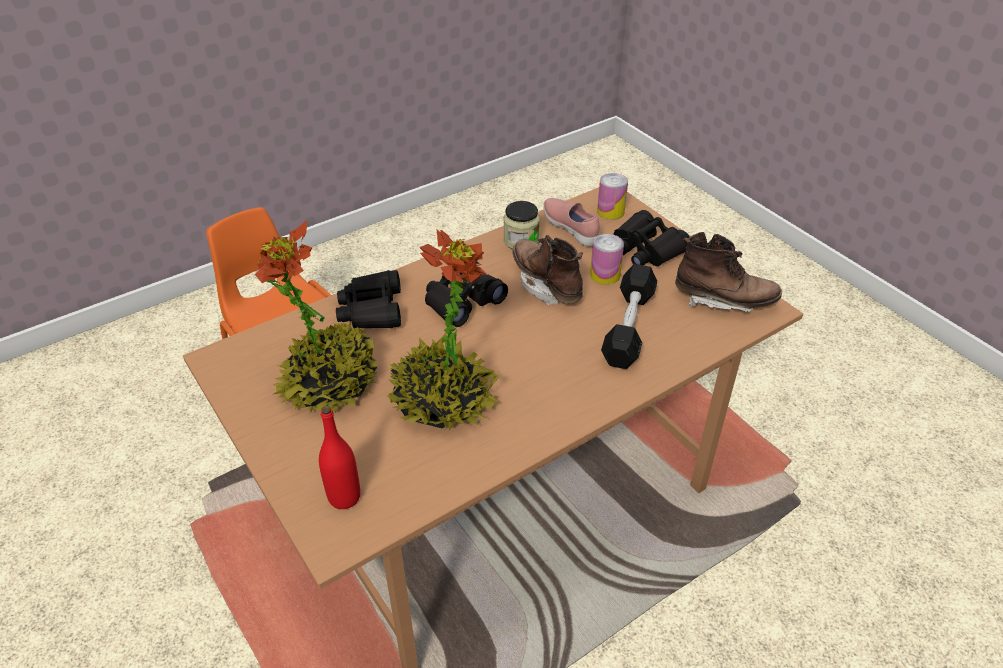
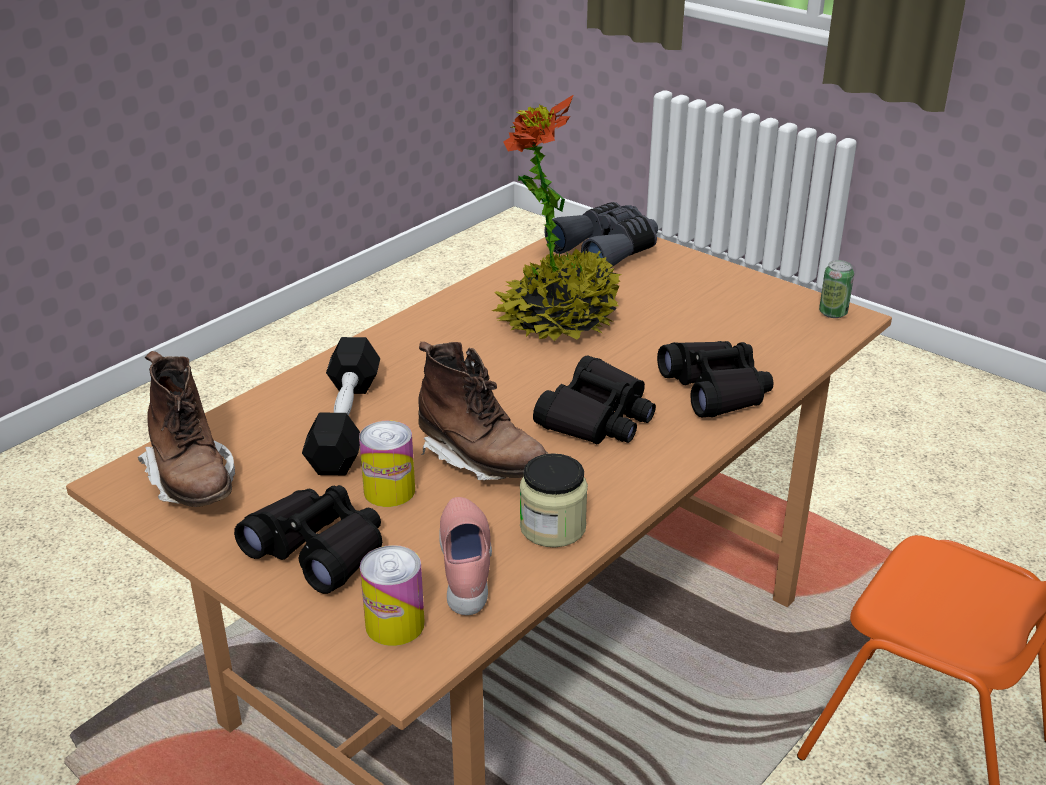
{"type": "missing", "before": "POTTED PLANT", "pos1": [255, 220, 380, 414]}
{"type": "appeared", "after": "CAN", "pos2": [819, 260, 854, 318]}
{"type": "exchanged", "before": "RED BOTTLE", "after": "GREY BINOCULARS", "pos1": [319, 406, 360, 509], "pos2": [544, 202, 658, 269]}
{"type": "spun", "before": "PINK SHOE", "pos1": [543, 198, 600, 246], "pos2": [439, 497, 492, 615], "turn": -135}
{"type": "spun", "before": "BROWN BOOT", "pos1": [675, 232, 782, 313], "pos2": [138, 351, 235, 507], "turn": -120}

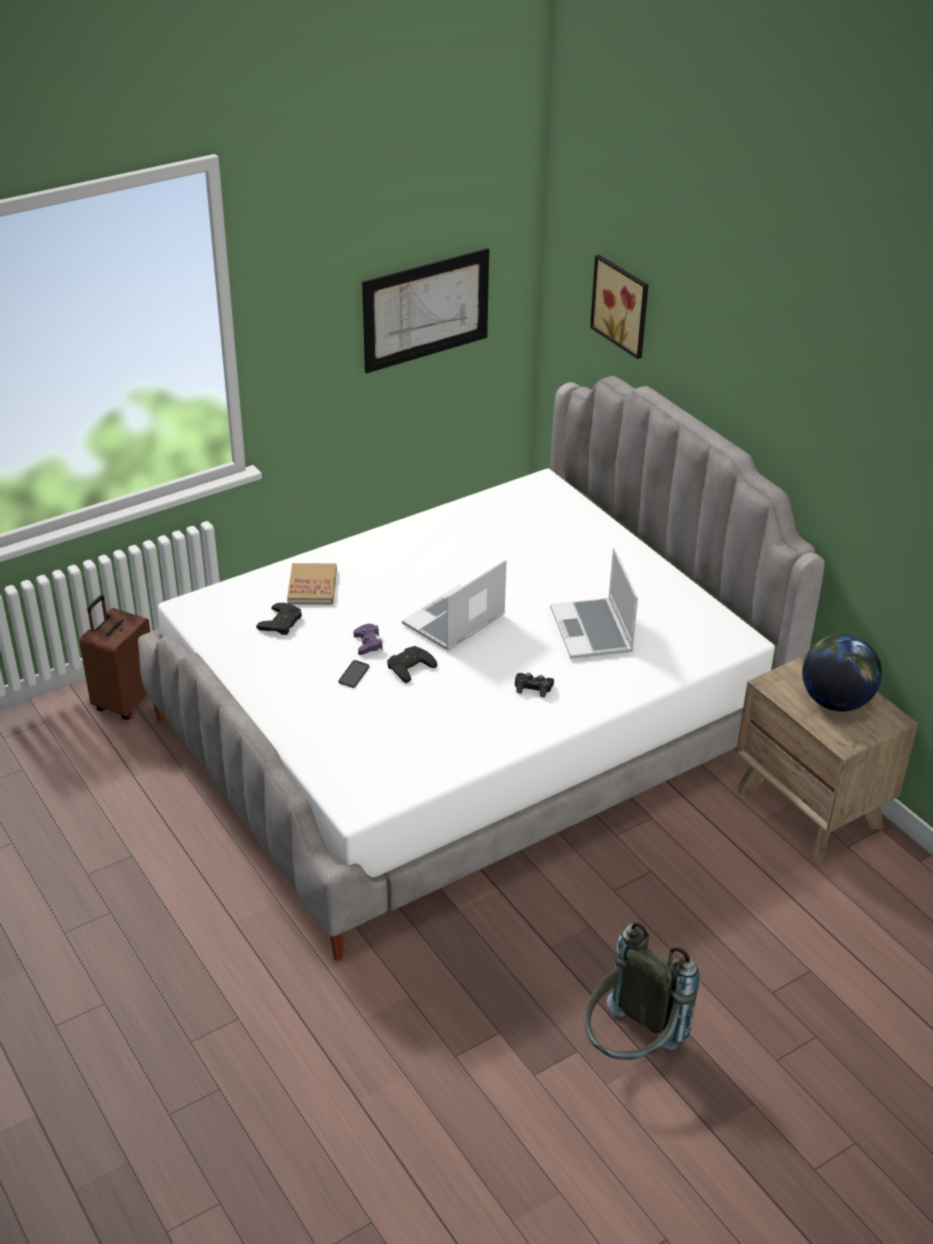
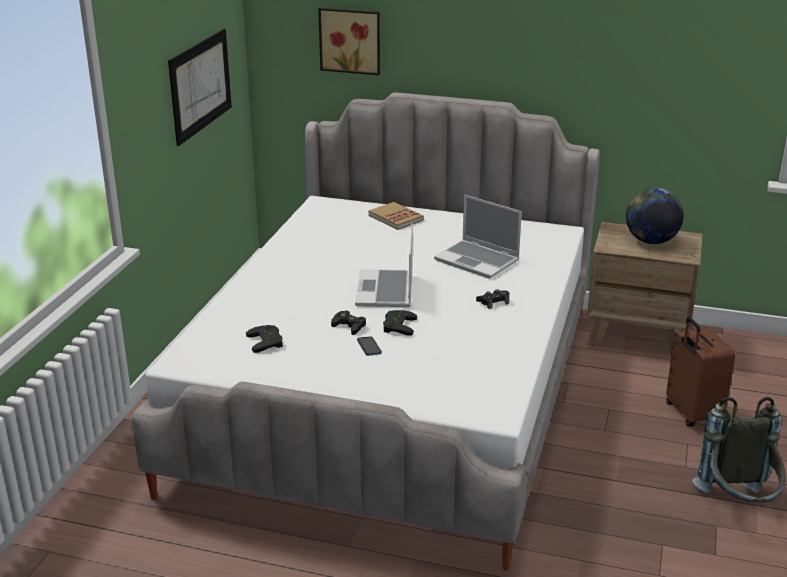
{"type": "relocated", "before": "BROWN SUITCASE", "pos1": [79, 595, 150, 720], "pos2": [666, 317, 736, 427]}
{"type": "relocated", "before": "BOOK", "pos1": [287, 563, 337, 605], "pos2": [369, 202, 424, 230]}
{"type": "colour", "before": "PURPLE GAME CONTROLLER", "after": "BLACK GAME CONTROLLER", "pos1": [354, 624, 383, 655], "pos2": [331, 311, 366, 335]}

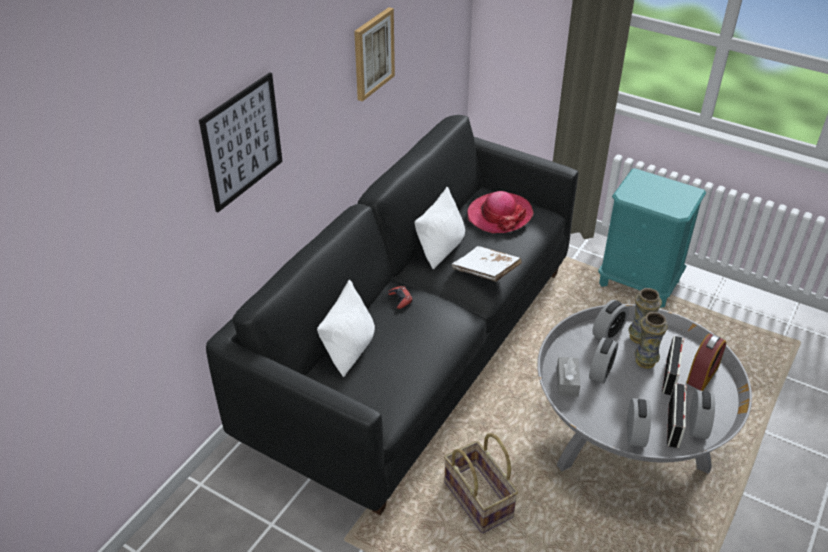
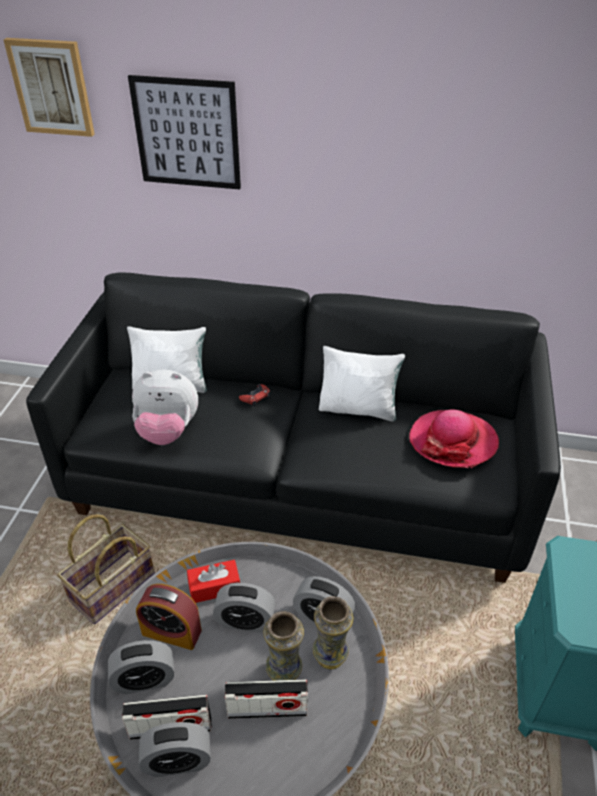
{"type": "missing", "before": "WHITE BOOK", "pos1": [452, 246, 522, 282]}
{"type": "appeared", "after": "PLUSH TOY", "pos2": [132, 369, 198, 445]}
{"type": "relocated", "before": "PICTURE", "pos1": [354, 7, 395, 102], "pos2": [4, 38, 95, 137]}
{"type": "relocated", "before": "ALARM CLOCK", "pos1": [686, 334, 726, 391], "pos2": [136, 584, 202, 650]}
{"type": "colour", "before": "GREY TISSUE BOX", "after": "RED TISSUE BOX", "pos1": [557, 357, 580, 397], "pos2": [187, 560, 240, 603]}

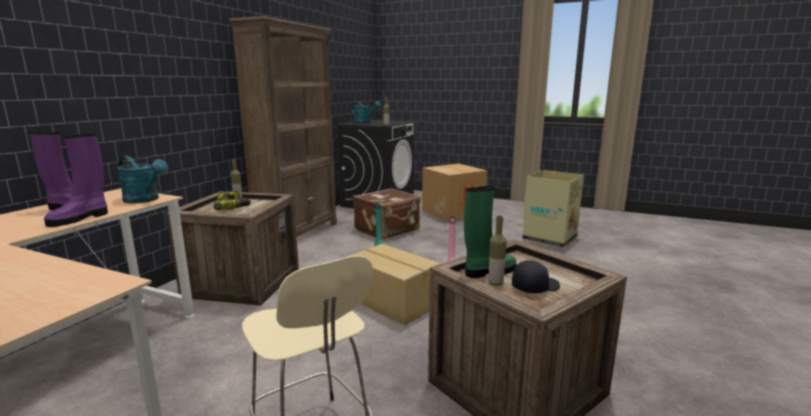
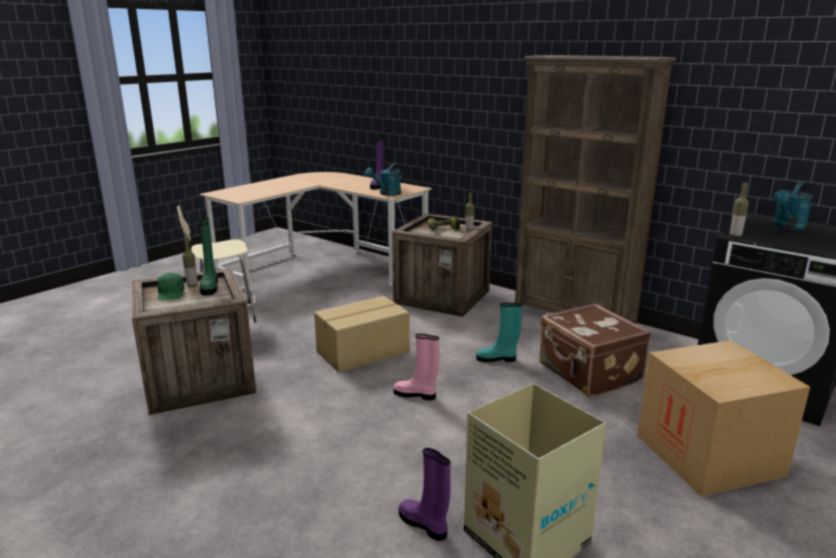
{"type": "relocated", "before": "PURPLE BOOT", "pos1": [44, 133, 108, 227], "pos2": [399, 448, 451, 541]}
{"type": "colour", "before": "BLACK CAP", "after": "GREEN CAP", "pos1": [512, 260, 560, 293], "pos2": [157, 272, 184, 300]}

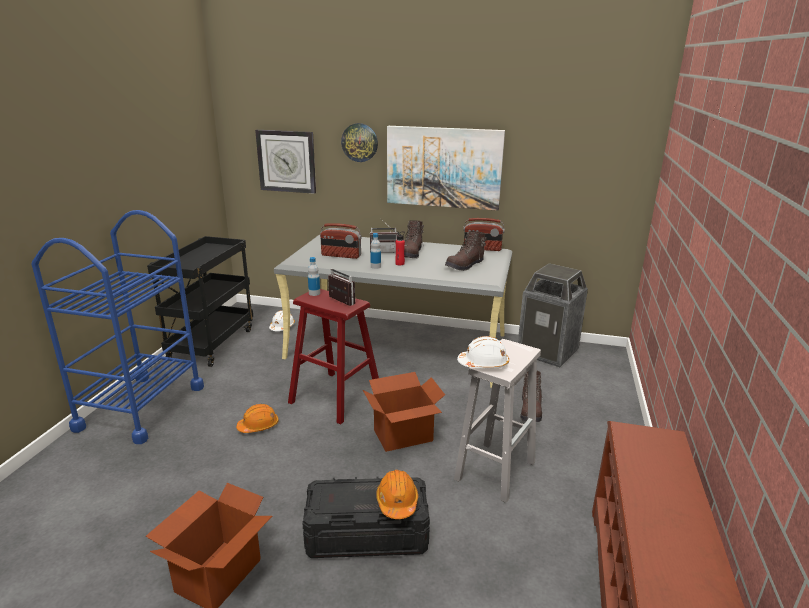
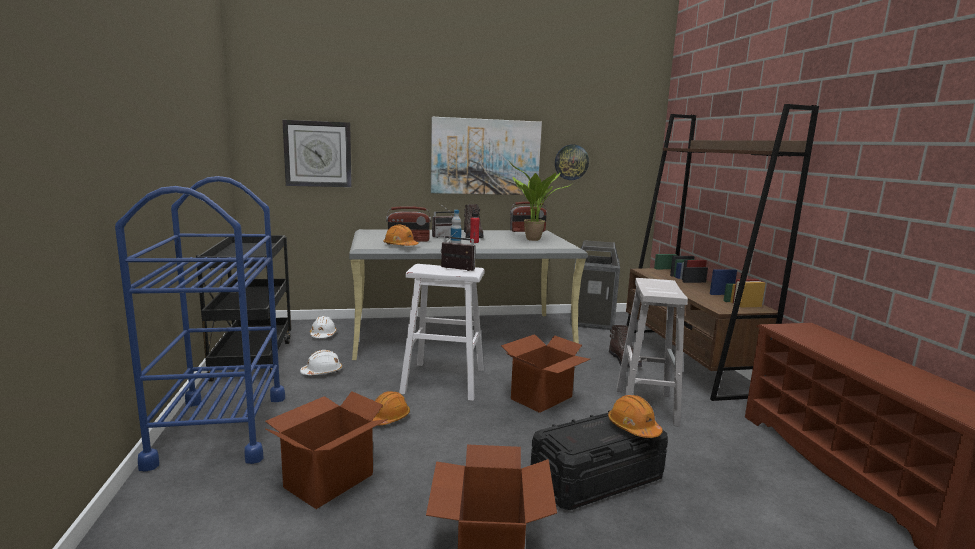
{"type": "missing", "before": "BOTTLE", "pos1": [308, 257, 320, 296]}
{"type": "appeared", "after": "CARDBOARD BOX", "pos2": [265, 391, 388, 509]}
{"type": "appeared", "after": "ORANGE HARD HAT", "pos2": [383, 225, 419, 246]}
{"type": "appeared", "after": "BROWN BOOKCASE", "pos2": [626, 104, 819, 401]}
{"type": "relocated", "before": "WALL CLOCK", "pos1": [341, 123, 378, 162], "pos2": [555, 144, 589, 180]}
{"type": "relocated", "before": "WHITE HARD HAT", "pos1": [457, 336, 509, 369], "pos2": [300, 350, 342, 375]}
{"type": "exchanged", "before": "BROWN BOOT", "after": "POTTED PLANT", "pos1": [445, 231, 487, 271], "pos2": [509, 161, 572, 241]}
{"type": "colour", "before": "RED STOOL", "after": "WHITE STOOL", "pos1": [288, 289, 379, 424], "pos2": [399, 264, 485, 401]}

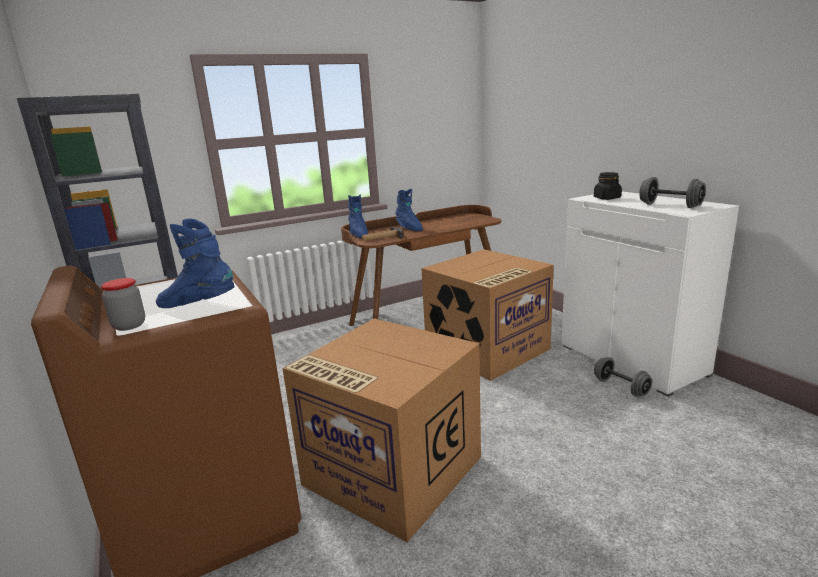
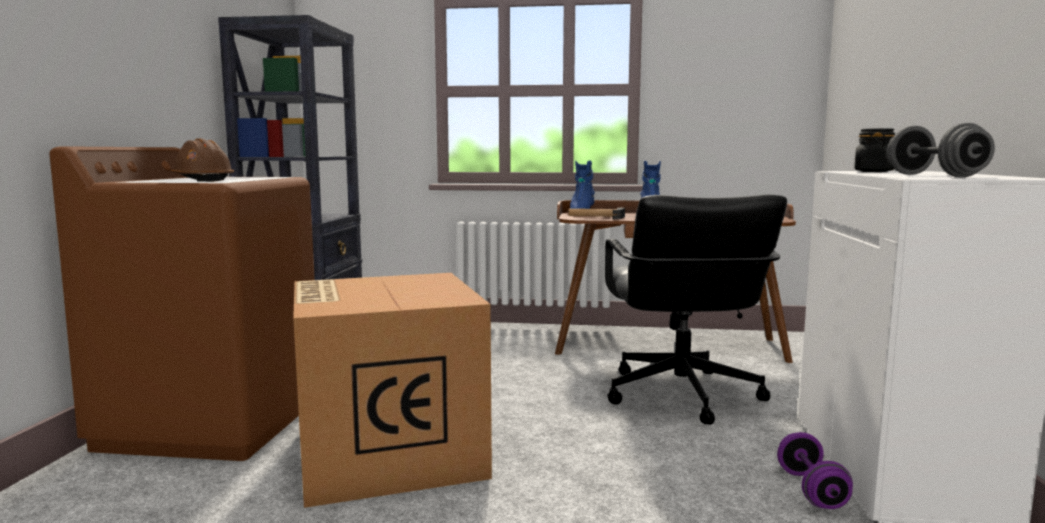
{"type": "missing", "before": "JAR", "pos1": [101, 278, 145, 331]}
{"type": "exchanged", "before": "BLUE BOOT", "after": "BROWN HARD HAT", "pos1": [156, 219, 234, 308], "pos2": [171, 138, 234, 182]}
{"type": "exchanged", "before": "CARDBOARD BOX", "after": "BLACK OFFICE CHAIR", "pos1": [421, 249, 554, 381], "pos2": [605, 194, 787, 425]}
{"type": "colour", "before": "GREY DUMBBELL", "after": "PURPLE DUMBBELL", "pos1": [594, 357, 652, 397], "pos2": [777, 432, 853, 509]}

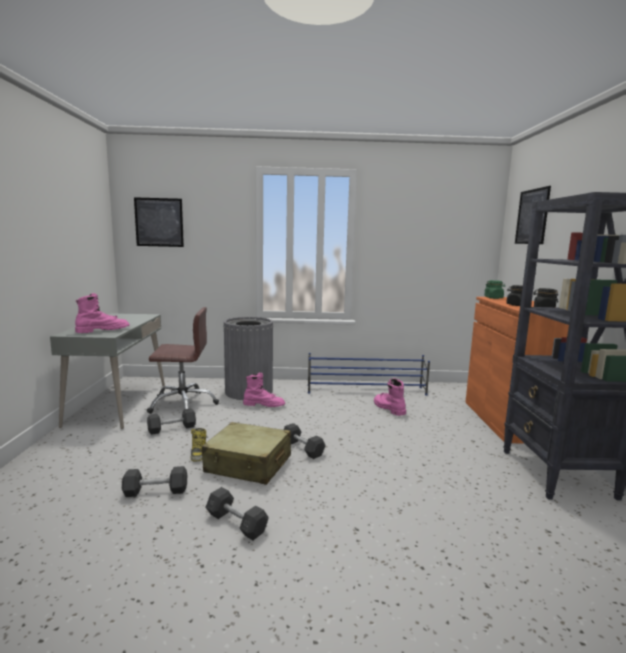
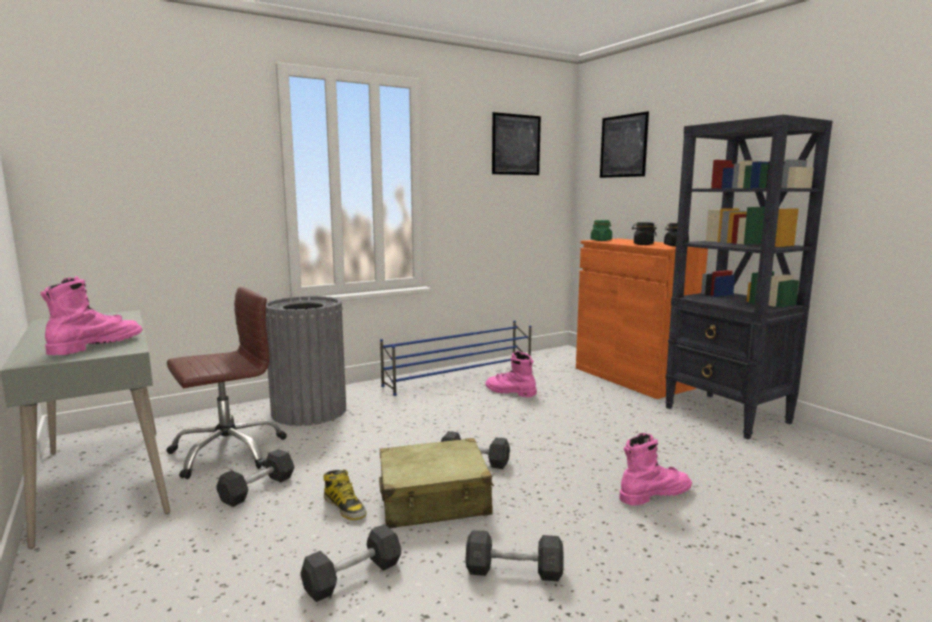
{"type": "relocated", "before": "PICTURE", "pos1": [134, 197, 184, 247], "pos2": [492, 112, 541, 175]}
{"type": "relocated", "before": "PINK BOOT", "pos1": [243, 372, 285, 407], "pos2": [619, 433, 692, 506]}

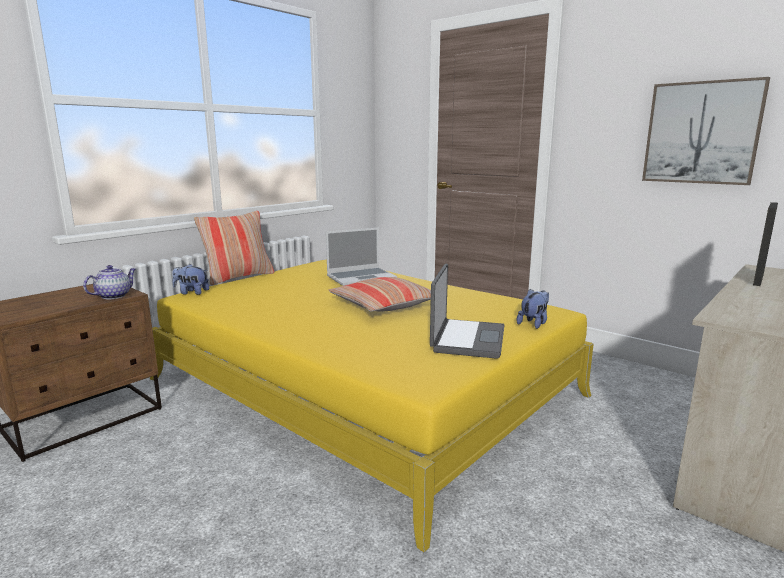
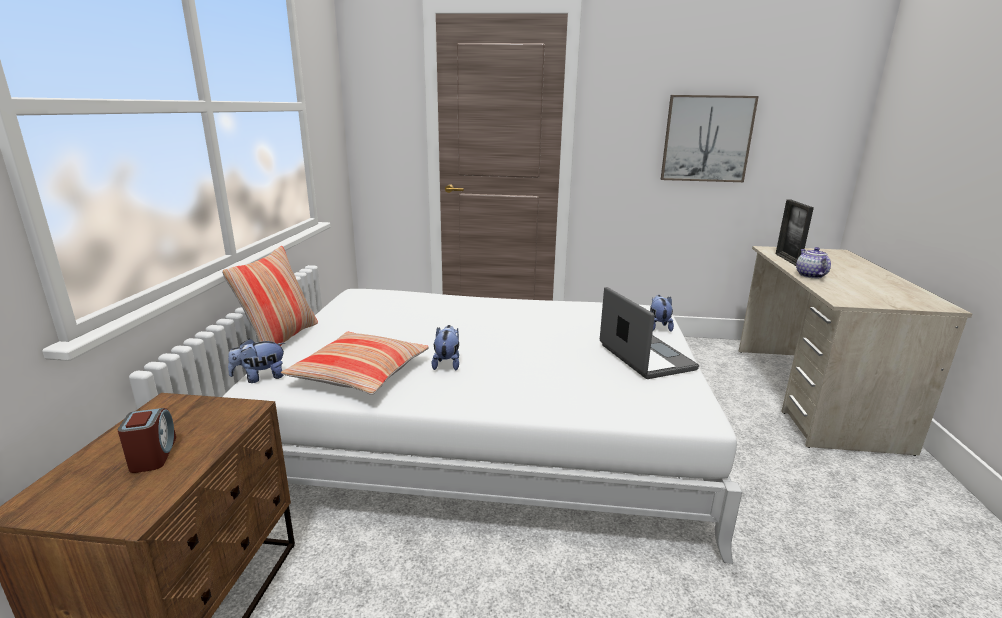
{"type": "missing", "before": "LAPTOP", "pos1": [326, 228, 397, 286]}
{"type": "appeared", "after": "ALARM CLOCK", "pos2": [118, 408, 176, 473]}
{"type": "appeared", "after": "PLUSH TOY", "pos2": [431, 325, 459, 371]}
{"type": "relocated", "before": "TEAPOT", "pos1": [83, 265, 136, 299], "pos2": [796, 247, 831, 278]}
{"type": "relocated", "before": "PILLOW", "pos1": [329, 277, 431, 312], "pos2": [281, 332, 429, 395]}
{"type": "colour", "before": "YELLOW BED", "after": "WHITE BED", "pos1": [150, 260, 594, 552], "pos2": [223, 289, 742, 564]}

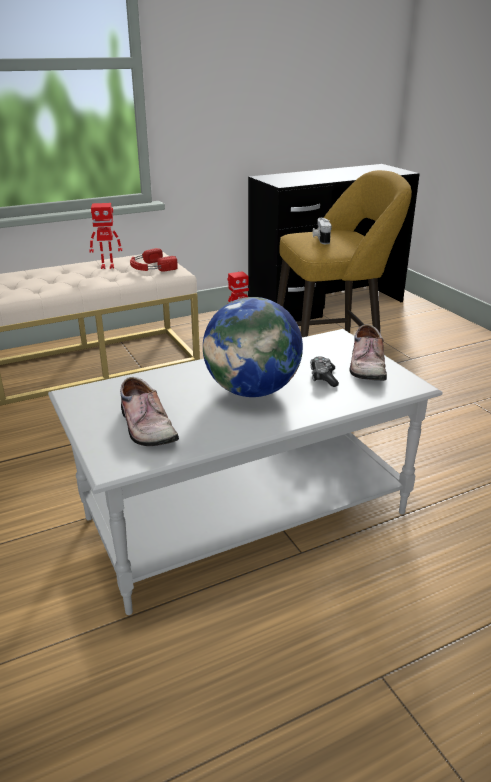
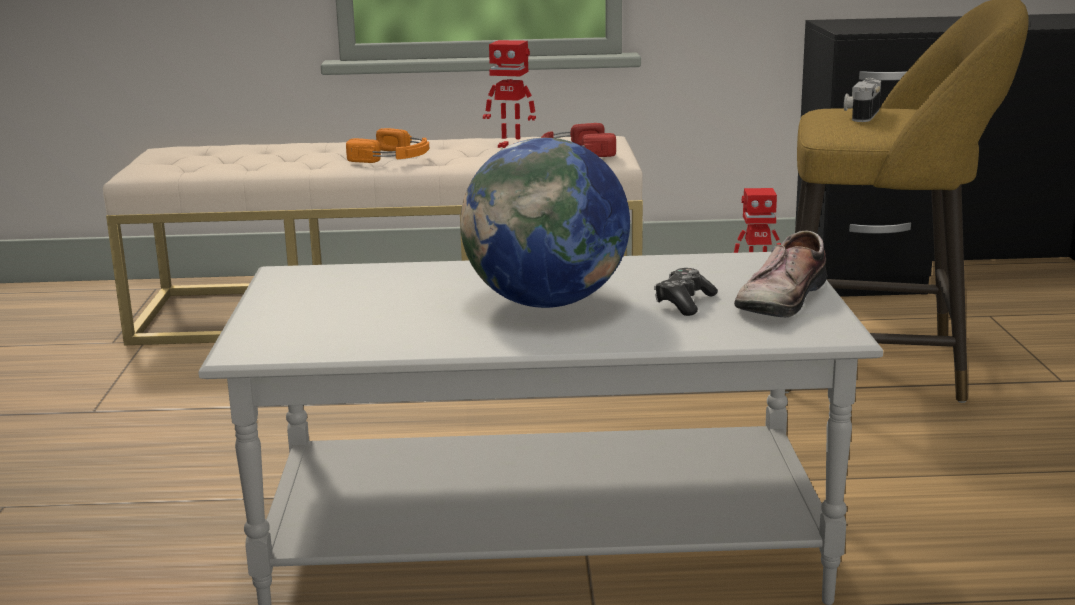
{"type": "missing", "before": "SHOE", "pos1": [120, 377, 179, 446]}
{"type": "appeared", "after": "ORANGE HEADPHONES", "pos2": [346, 128, 429, 163]}

